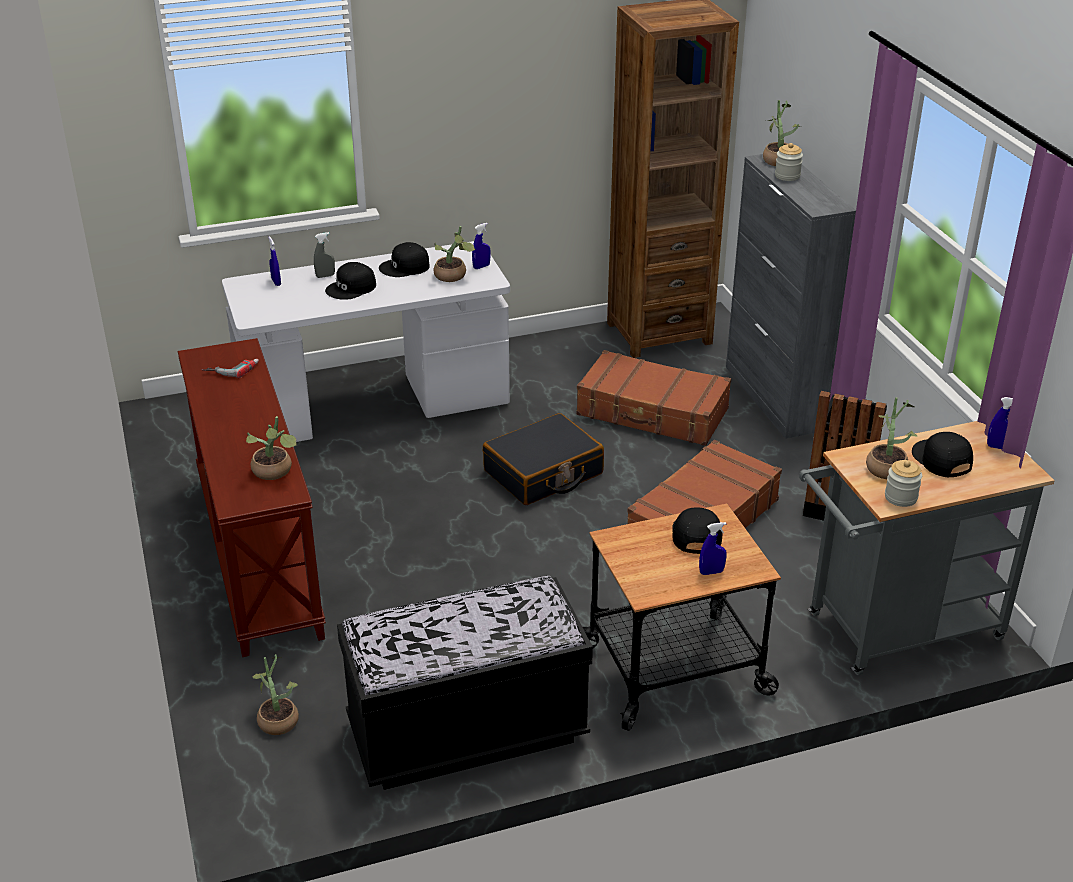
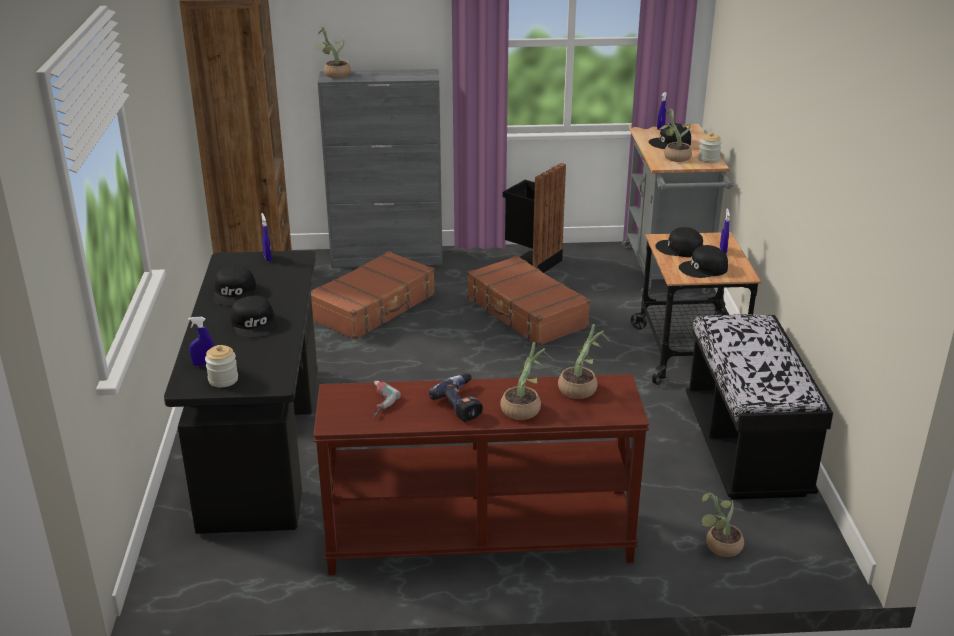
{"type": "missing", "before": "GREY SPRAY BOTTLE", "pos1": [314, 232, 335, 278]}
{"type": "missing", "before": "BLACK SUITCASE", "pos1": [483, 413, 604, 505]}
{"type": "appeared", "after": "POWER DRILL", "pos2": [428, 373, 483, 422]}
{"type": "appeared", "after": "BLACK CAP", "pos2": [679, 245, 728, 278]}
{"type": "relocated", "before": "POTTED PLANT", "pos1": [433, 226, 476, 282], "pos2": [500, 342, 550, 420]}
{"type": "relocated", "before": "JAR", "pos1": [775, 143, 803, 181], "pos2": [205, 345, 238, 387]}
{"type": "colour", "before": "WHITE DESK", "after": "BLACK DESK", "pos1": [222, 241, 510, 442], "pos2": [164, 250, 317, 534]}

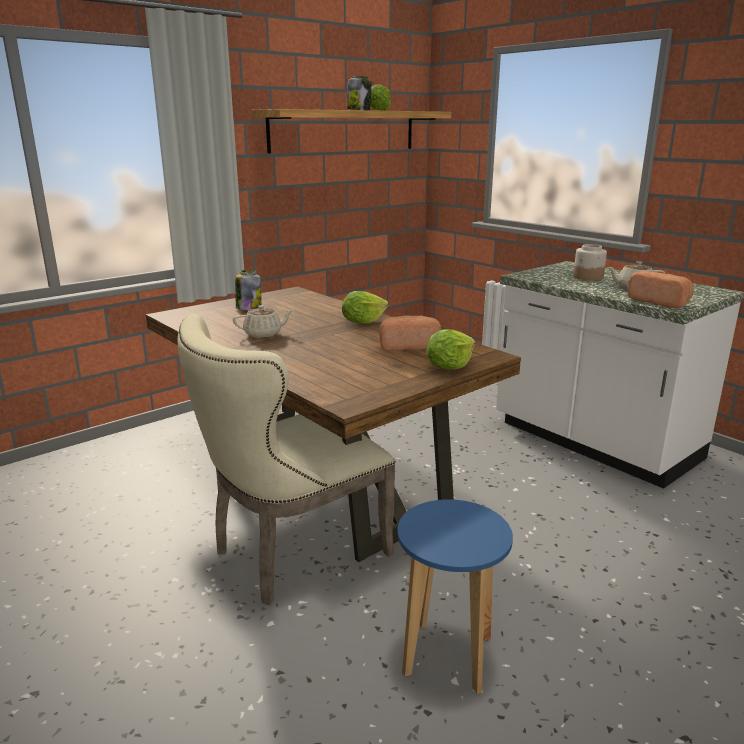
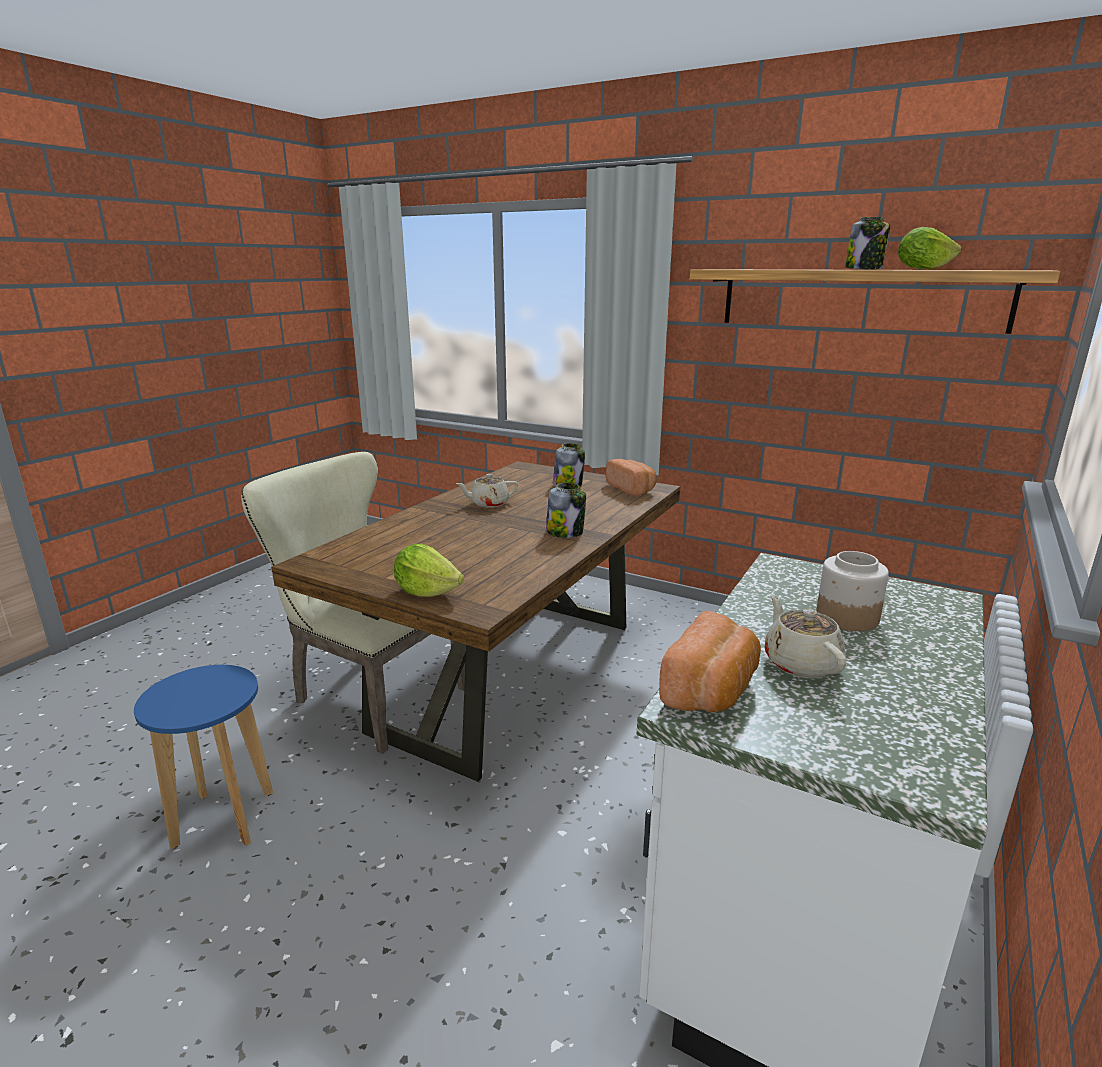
{"type": "relocated", "before": "BREAD", "pos1": [380, 316, 441, 351], "pos2": [605, 459, 657, 496]}
{"type": "exchanged", "before": "LETTUCE", "after": "JAR", "pos1": [342, 291, 388, 324], "pos2": [546, 483, 586, 538]}
{"type": "spun", "before": "BEIGE TEAPOT", "pos1": [233, 305, 293, 338], "pos2": [456, 474, 518, 508], "turn": 105}

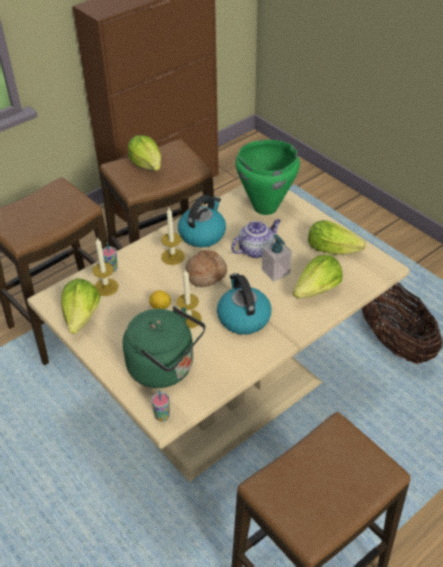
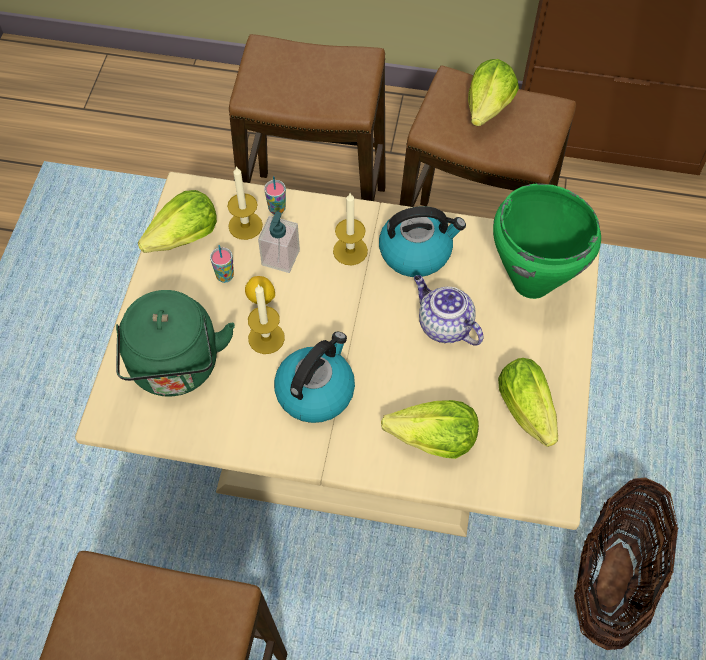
{"type": "missing", "before": "BREAD", "pos1": [186, 250, 227, 287]}
{"type": "relocated", "before": "CUP", "pos1": [151, 390, 170, 422], "pos2": [210, 245, 234, 283]}
{"type": "relocated", "before": "SOAP DISPENSER", "pos1": [262, 234, 292, 282], "pos2": [258, 212, 300, 273]}
{"type": "spun", "before": "TEAPOT", "pos1": [231, 219, 281, 258], "pos2": [414, 275, 484, 346], "turn": -150}

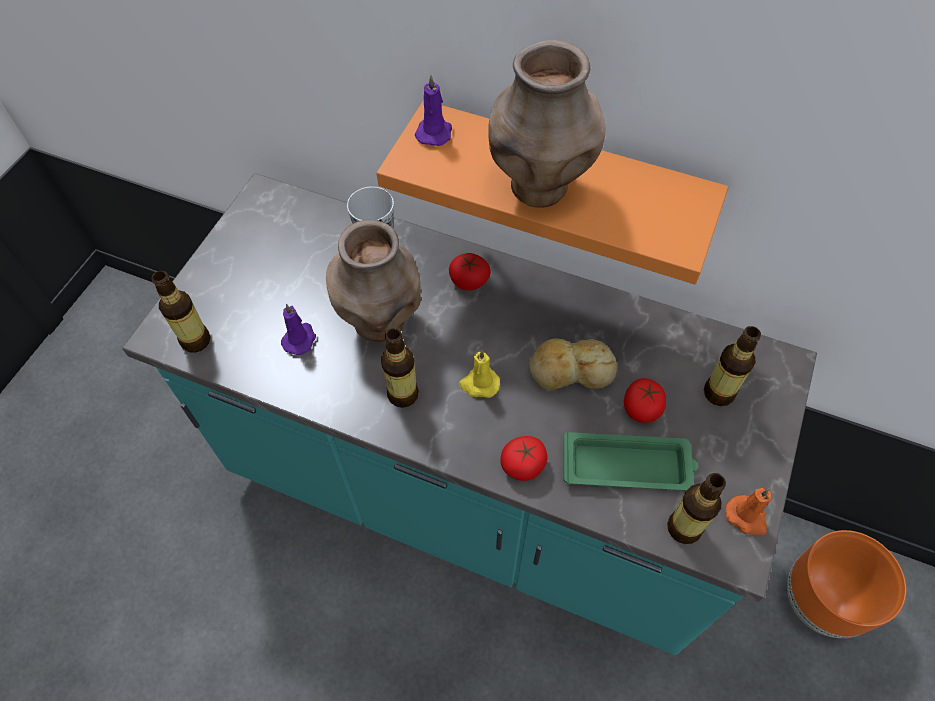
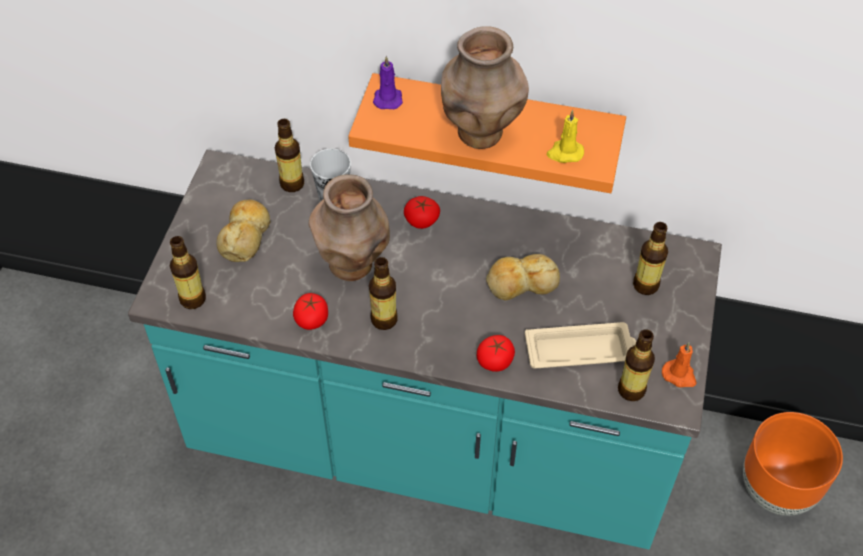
{"type": "missing", "before": "PURPLE CANDLE", "pos1": [281, 304, 316, 355]}
{"type": "appeared", "after": "BREAD", "pos2": [216, 200, 271, 262]}
{"type": "appeared", "after": "BOTTLE", "pos2": [275, 119, 304, 192]}
{"type": "relocated", "before": "YELLOW CANDLE", "pos1": [459, 349, 500, 398], "pos2": [547, 110, 584, 163]}
{"type": "relocated", "before": "TOMATO", "pos1": [624, 378, 666, 423], "pos2": [293, 293, 328, 330]}
{"type": "colour", "before": "GREEN TRAY", "after": "BEIGE TRAY", "pos1": [563, 432, 698, 491], "pos2": [525, 322, 636, 368]}

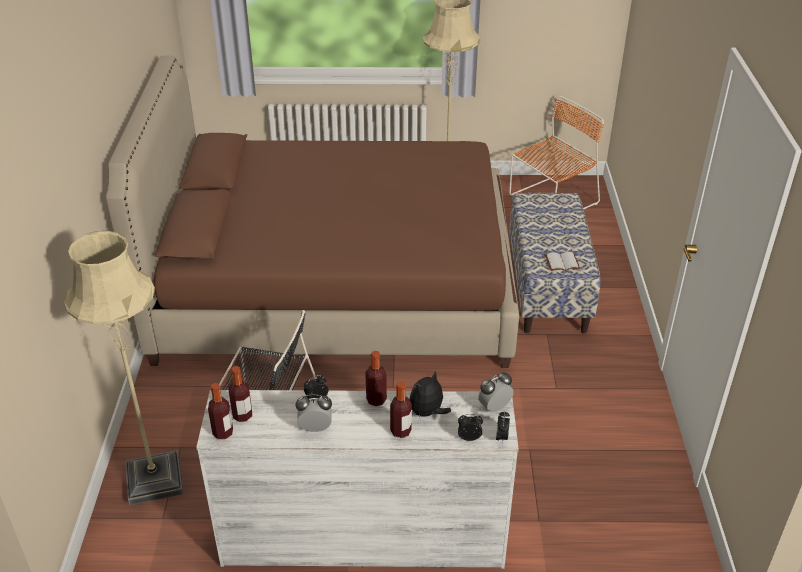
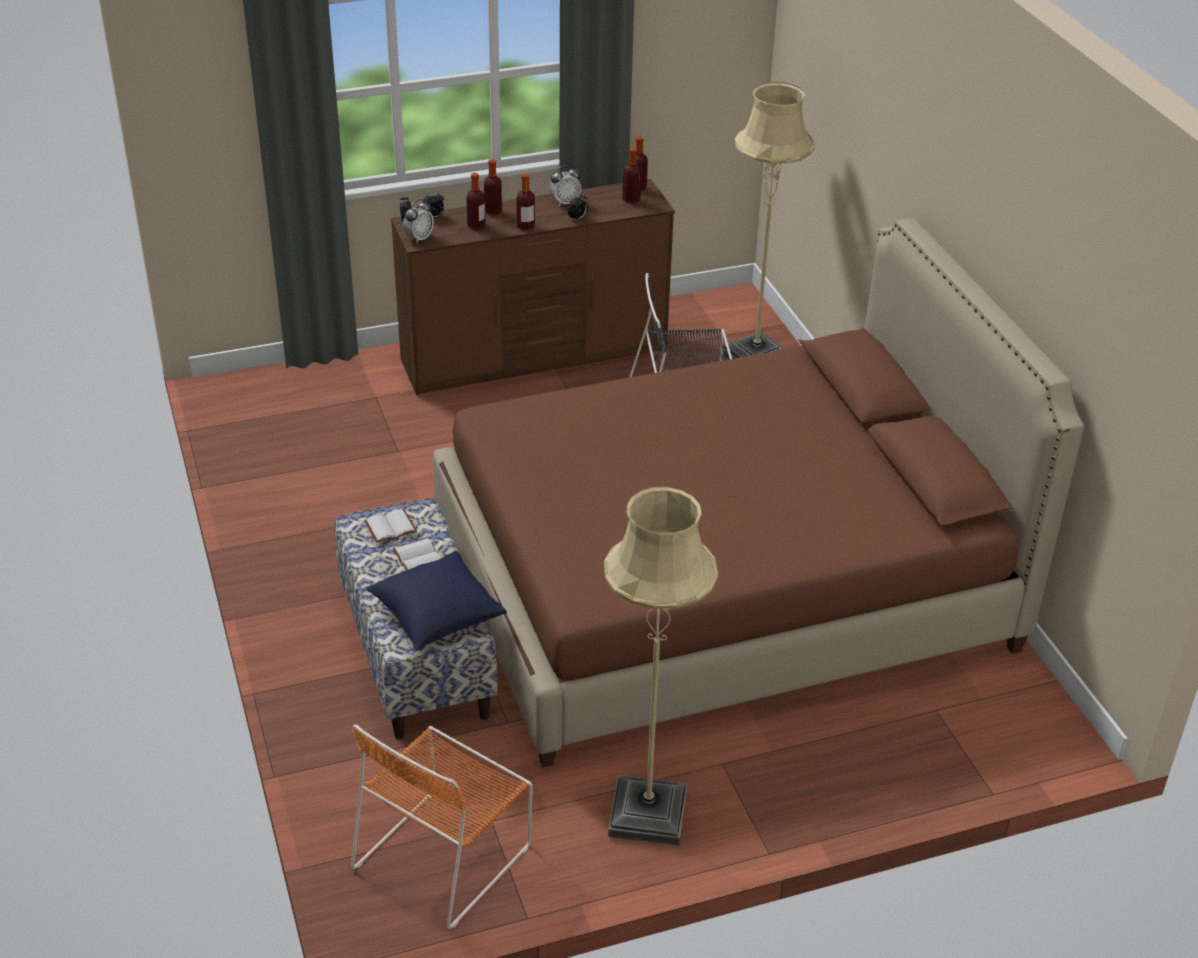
{"type": "appeared", "after": "BLUE PILLOW", "pos2": [366, 551, 507, 651]}
{"type": "appeared", "after": "WHITE BOOK", "pos2": [393, 538, 441, 570]}
{"type": "exchanged", "before": "PLUSH TOY", "after": "BOTTLE", "pos1": [409, 370, 451, 417], "pos2": [467, 173, 485, 230]}
{"type": "colour", "before": "WHITE DRESSER", "after": "BROWN DRESSER", "pos1": [196, 390, 519, 569], "pos2": [391, 179, 675, 396]}

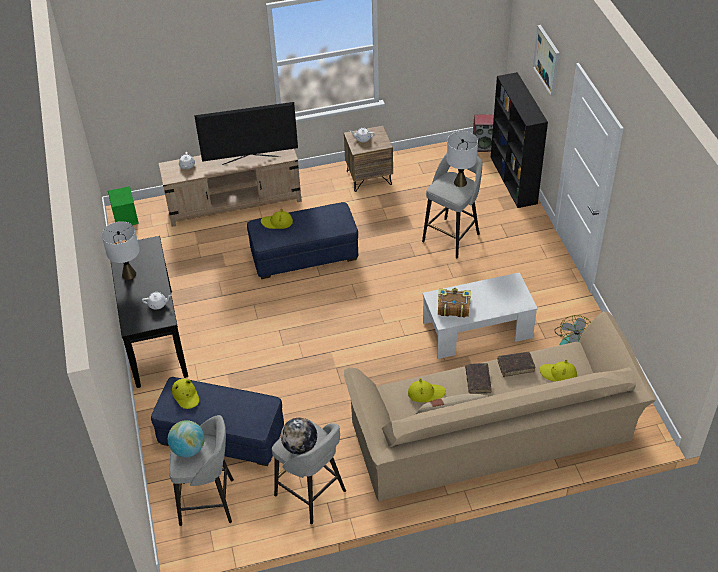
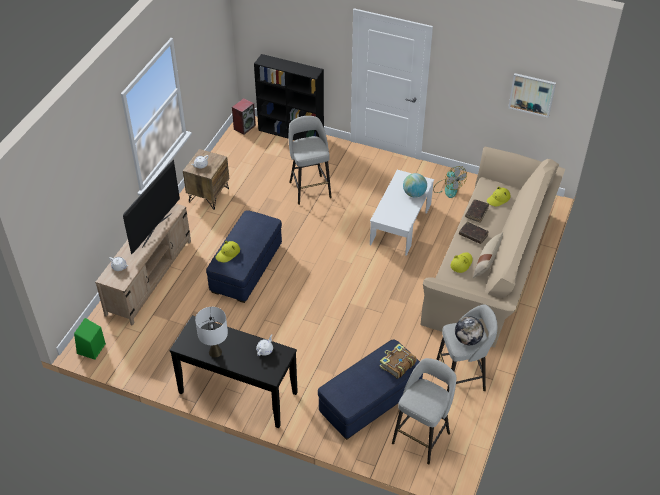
{"type": "missing", "before": "YELLOW HAT", "pos1": [172, 379, 199, 409]}
{"type": "missing", "before": "WHITE TABLE LAMP", "pos1": [447, 131, 478, 187]}
{"type": "relocated", "before": "GLOBE", "pos1": [168, 420, 205, 457], "pos2": [403, 173, 427, 198]}
{"type": "relocated", "before": "BOOK", "pos1": [438, 288, 471, 317], "pos2": [379, 344, 417, 379]}
{"type": "relocated", "before": "PICTURE", "pos1": [533, 25, 560, 96], "pos2": [508, 73, 556, 118]}

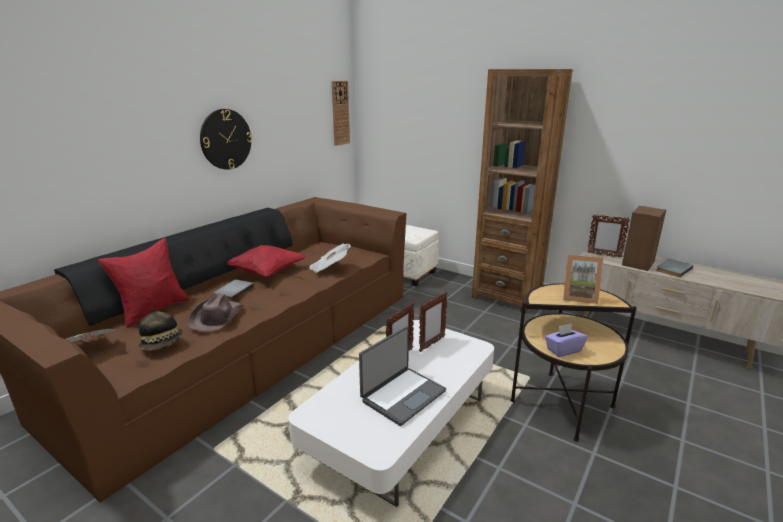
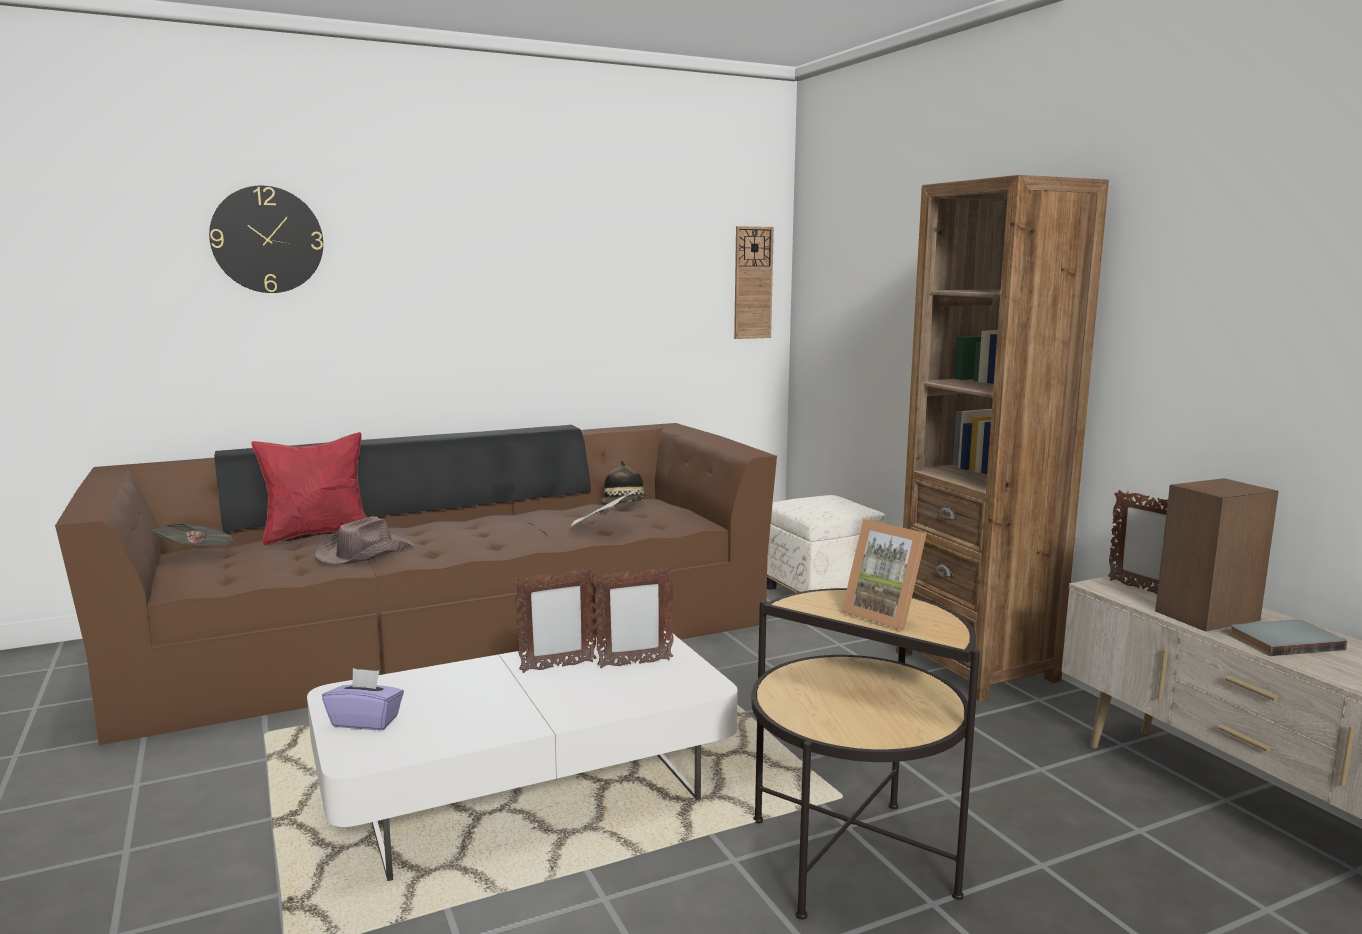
{"type": "missing", "before": "GREY BOOK", "pos1": [213, 280, 254, 301]}
{"type": "missing", "before": "RED PILLOW", "pos1": [227, 245, 307, 278]}
{"type": "missing", "before": "LAPTOP", "pos1": [359, 326, 446, 426]}
{"type": "relocated", "before": "HAT", "pos1": [139, 308, 183, 351], "pos2": [601, 461, 648, 503]}
{"type": "relocated", "before": "WALL CLOCK", "pos1": [200, 109, 252, 170], "pos2": [209, 186, 323, 293]}
{"type": "relocated", "before": "PURPLE TISSUE BOX", "pos1": [545, 323, 587, 357], "pos2": [322, 668, 404, 730]}

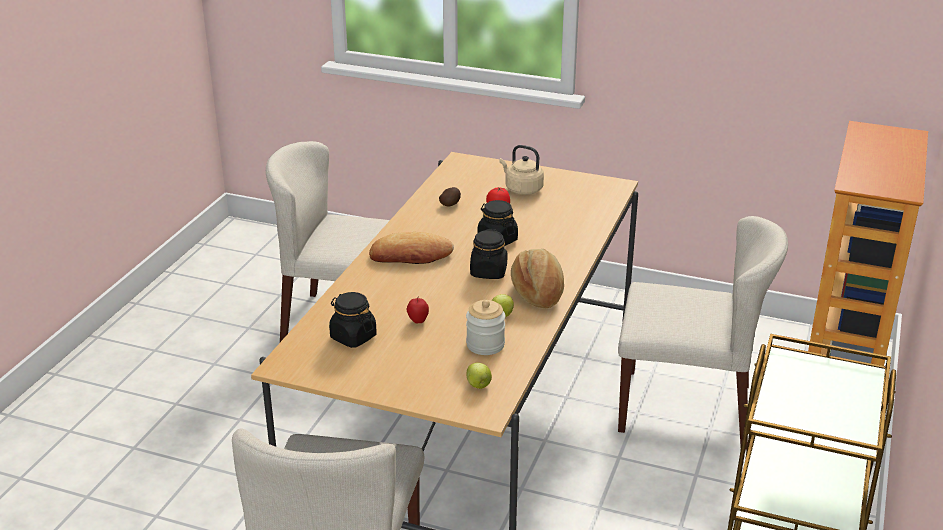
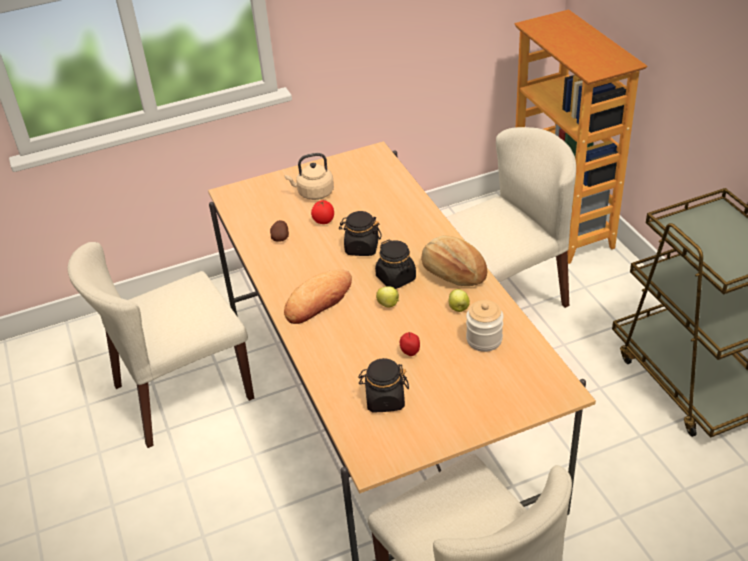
{"type": "relocated", "before": "APPLE", "pos1": [467, 363, 492, 389], "pos2": [376, 286, 399, 307]}

